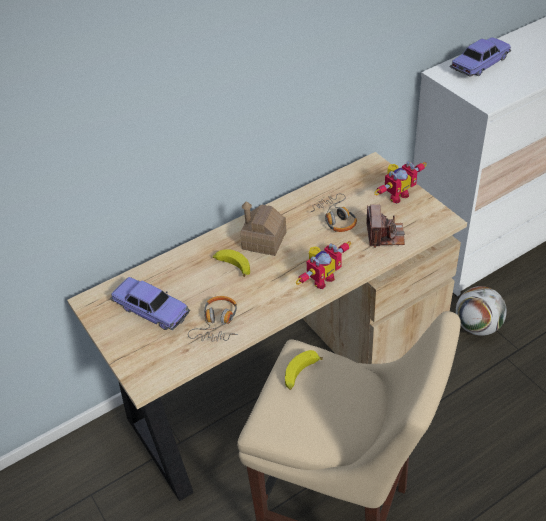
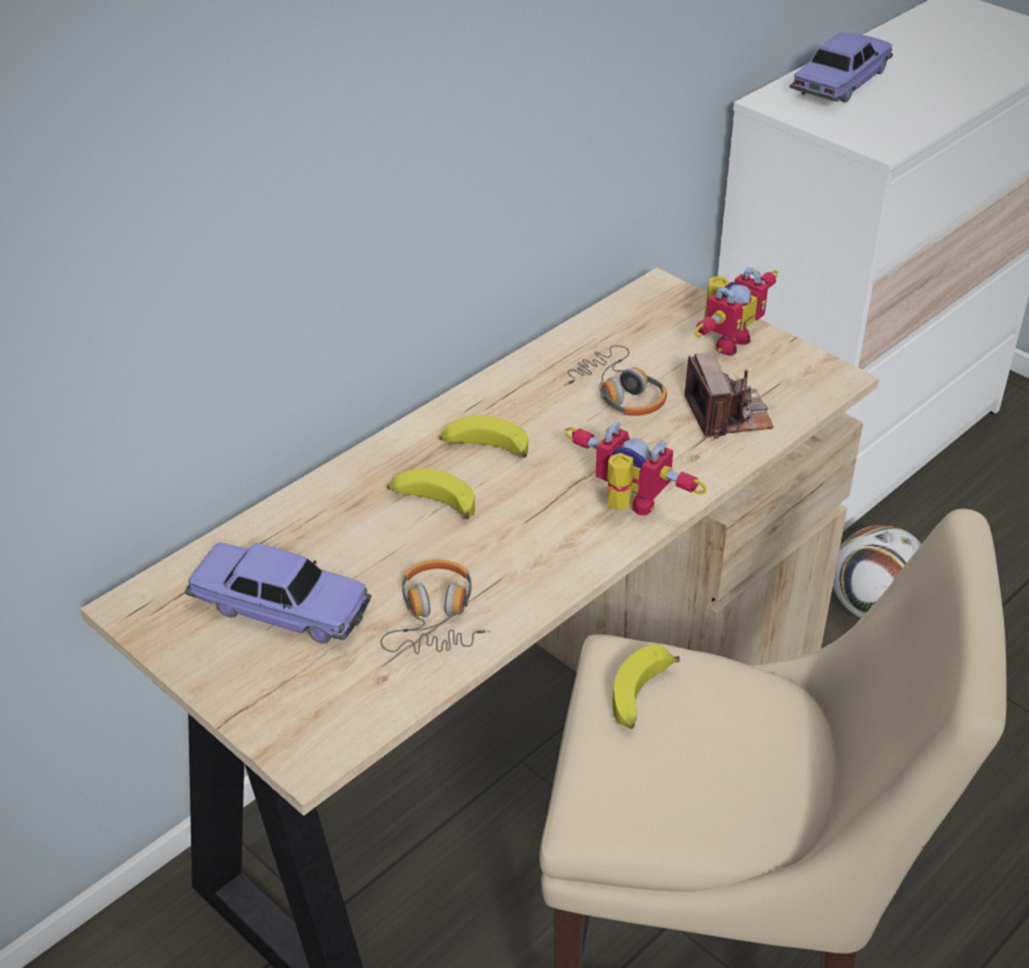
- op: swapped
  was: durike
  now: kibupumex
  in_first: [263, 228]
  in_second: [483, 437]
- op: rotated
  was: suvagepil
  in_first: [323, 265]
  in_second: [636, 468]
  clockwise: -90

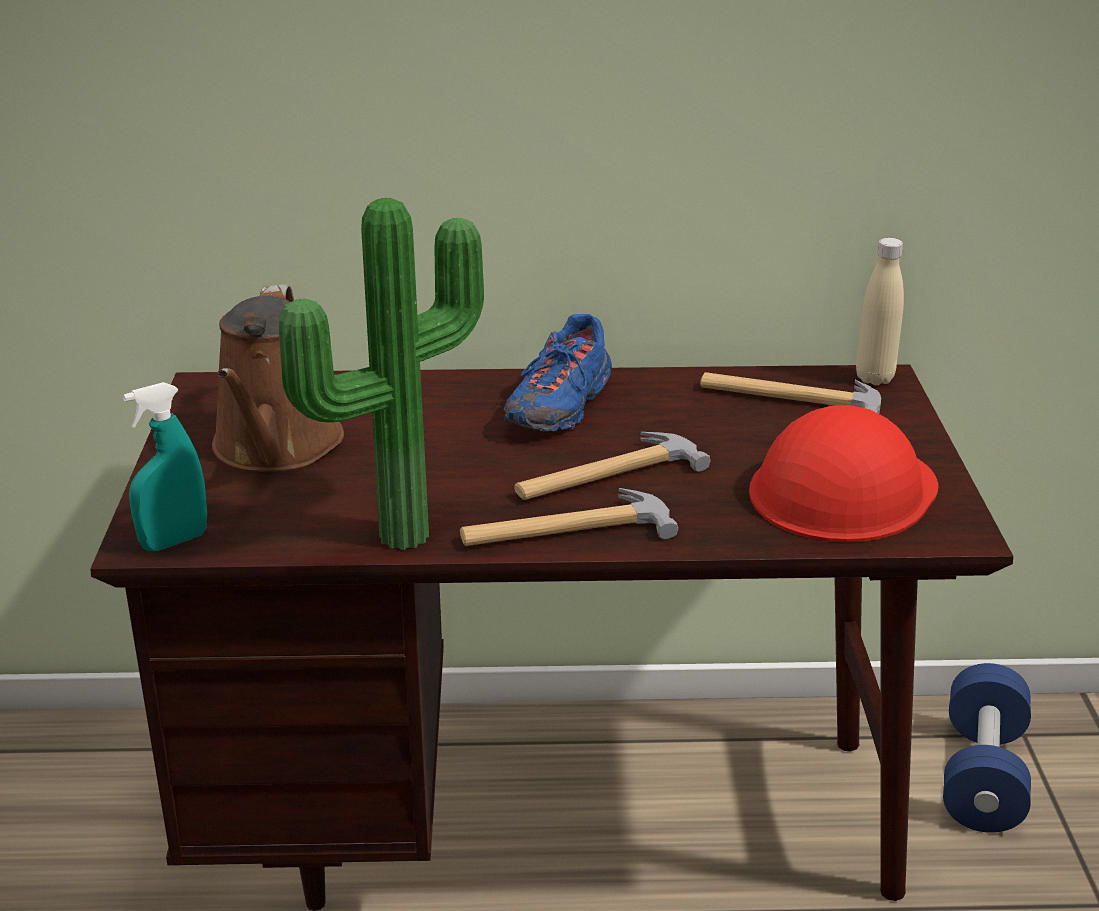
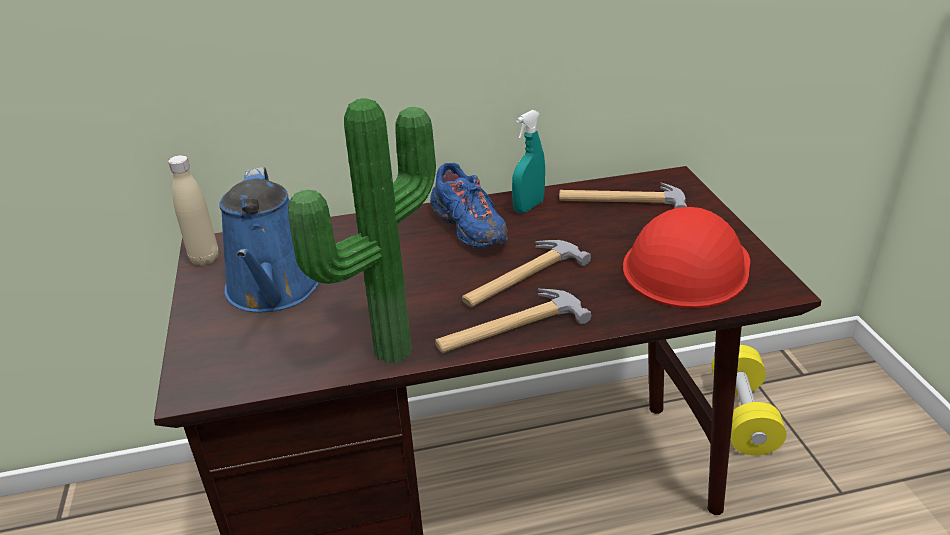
- op: shifted
  was: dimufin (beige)
  in_first: [880, 311]
  in_second: [193, 210]
- op: repainted
  was: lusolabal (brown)
  now: lusolabal (blue)
  in_first: [278, 378]
  in_second: [269, 239]
- op: rotated
  was: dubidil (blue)
  in_first: [558, 373]
  in_second: [469, 206]
  clockwise: -45
- op: shifted
  was: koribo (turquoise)
  in_first: [165, 466]
  in_second: [528, 161]
- op: repainted
  was: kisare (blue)
  now: kisare (yellow)
  in_first: [987, 748]
  in_second: [749, 400]

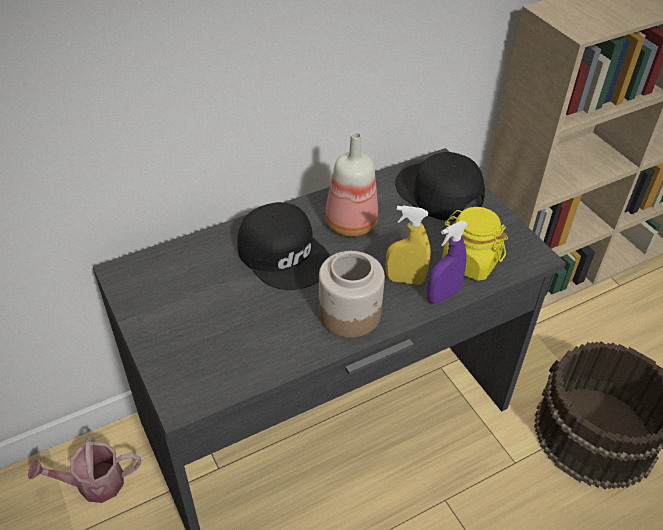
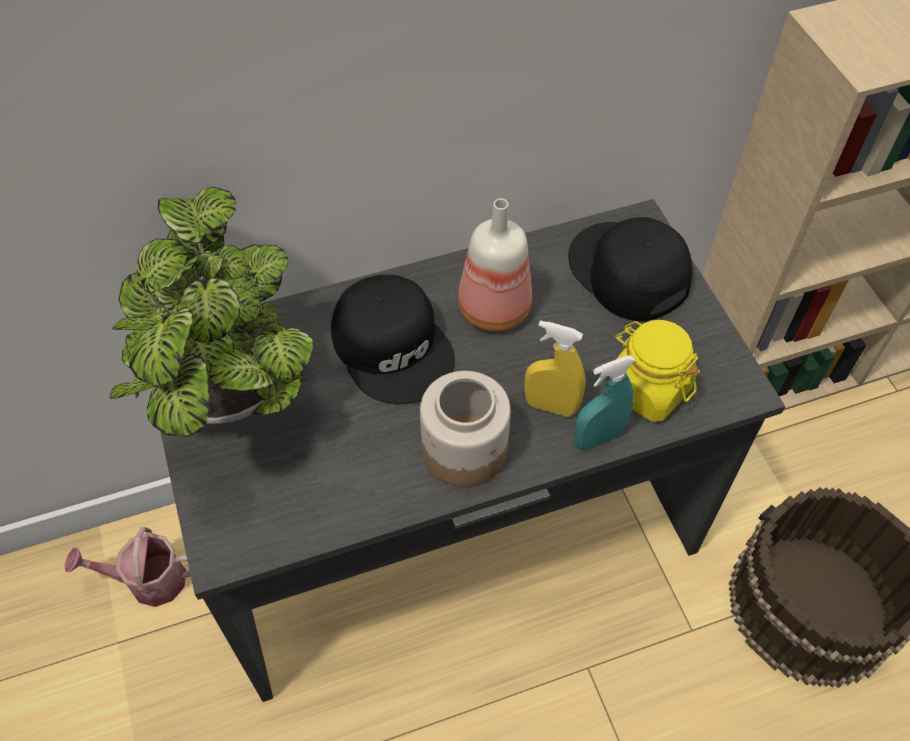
- op: new
  now: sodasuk
  in_second: [212, 312]
- op: repainted
  was: koribo (purple)
  now: koribo (turquoise)
  in_first: [447, 262]
  in_second: [604, 402]

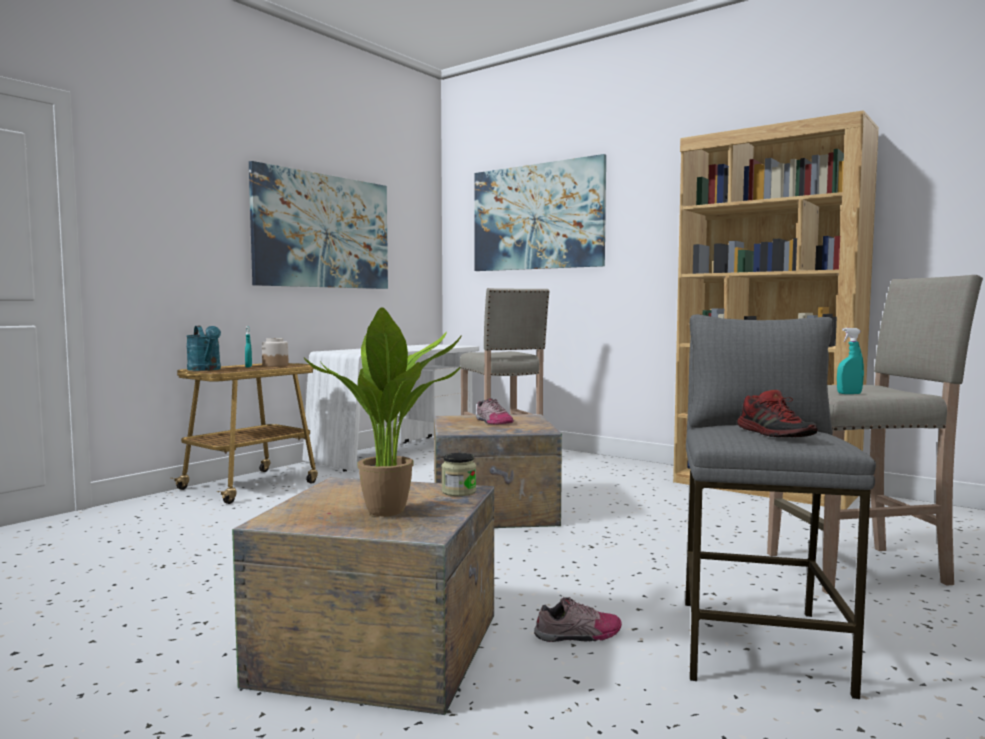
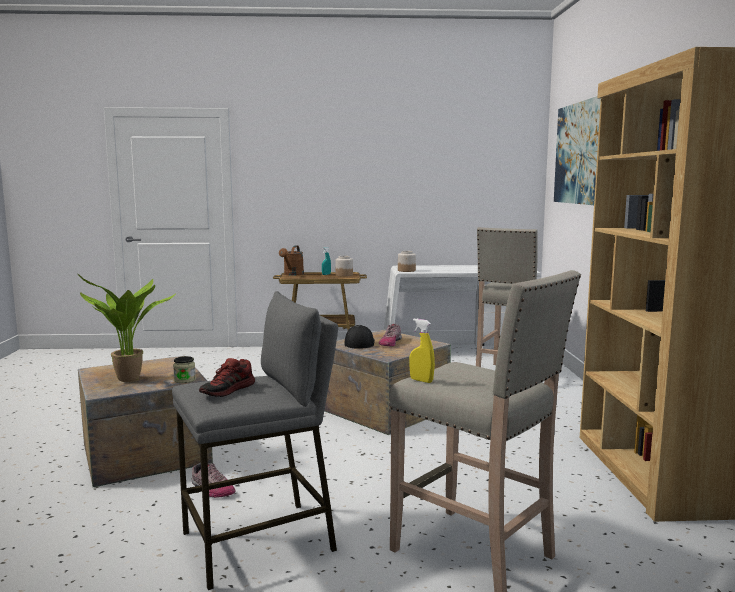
- op: repainted
  was: lusolabal (turquoise)
  now: lusolabal (brown)
  in_first: [203, 348]
  in_second: [291, 260]
- op: new
  now: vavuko
  in_second: [360, 337]
- op: new
  now: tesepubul
  in_second: [407, 261]
- op: repainted
  was: koribo (turquoise)
  now: koribo (yellow)
  in_first: [850, 361]
  in_second: [422, 351]
- op: gone
  was: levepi
  in_first: [318, 225]

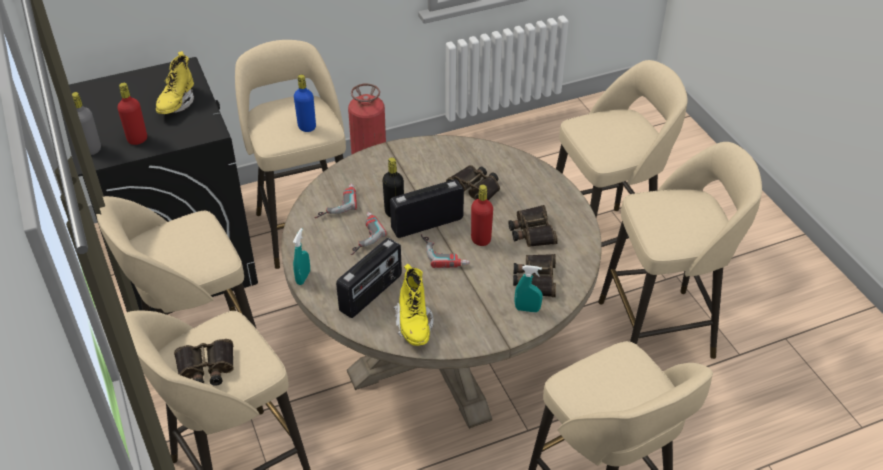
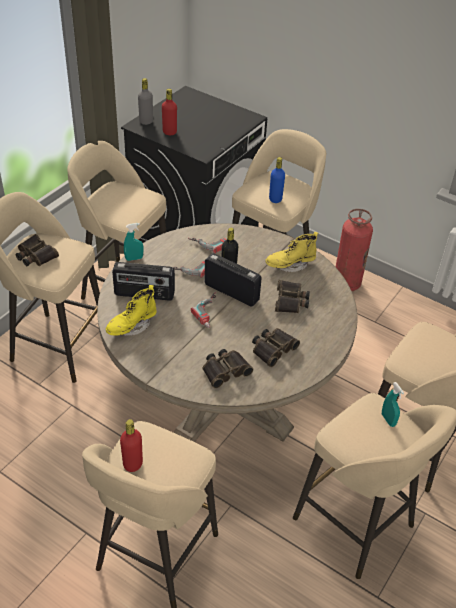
- op: shifted
  was: dimufin (red)
  in_first: [482, 215]
  in_second: [131, 445]
- op: shifted
  was: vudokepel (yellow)
  in_first: [175, 82]
  in_second: [291, 252]
- op: shifted
  was: koribo (turquoise)
  in_first: [529, 288]
  in_second: [393, 404]

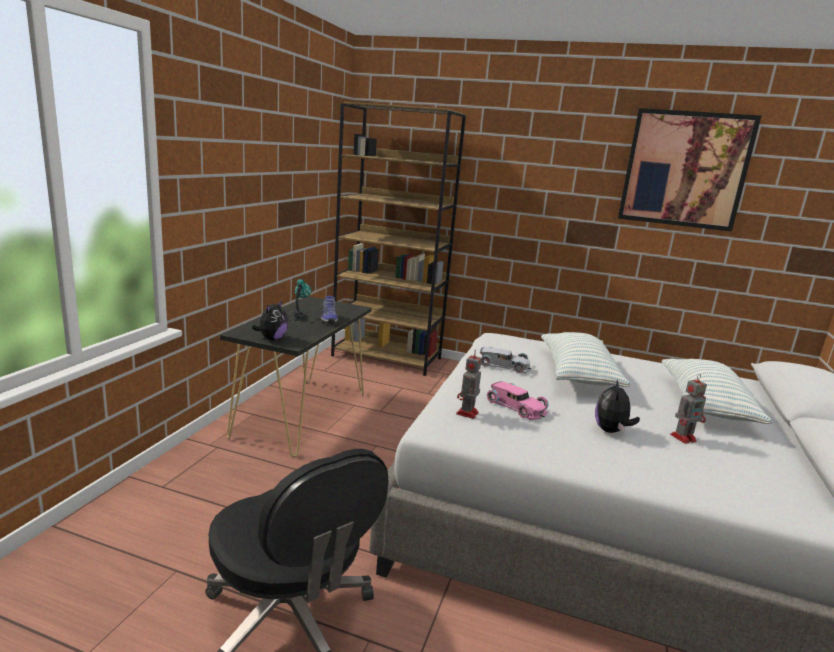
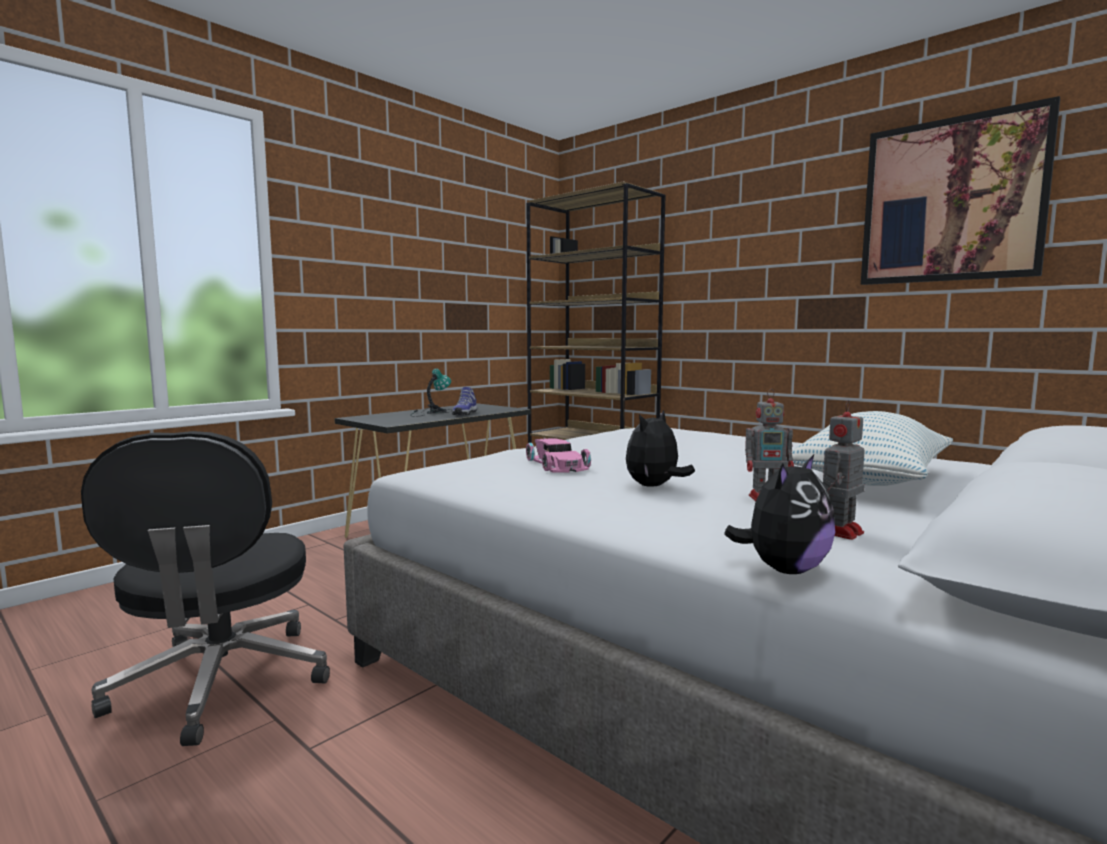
- op: shifted
  was: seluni
  in_first: [270, 320]
  in_second: [779, 514]
- op: shifted
  was: suvagepil
  in_first: [469, 384]
  in_second: [843, 470]
- op: gone
  was: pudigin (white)
  in_first: [505, 360]
- op: gone
  was: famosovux
  in_first: [586, 359]

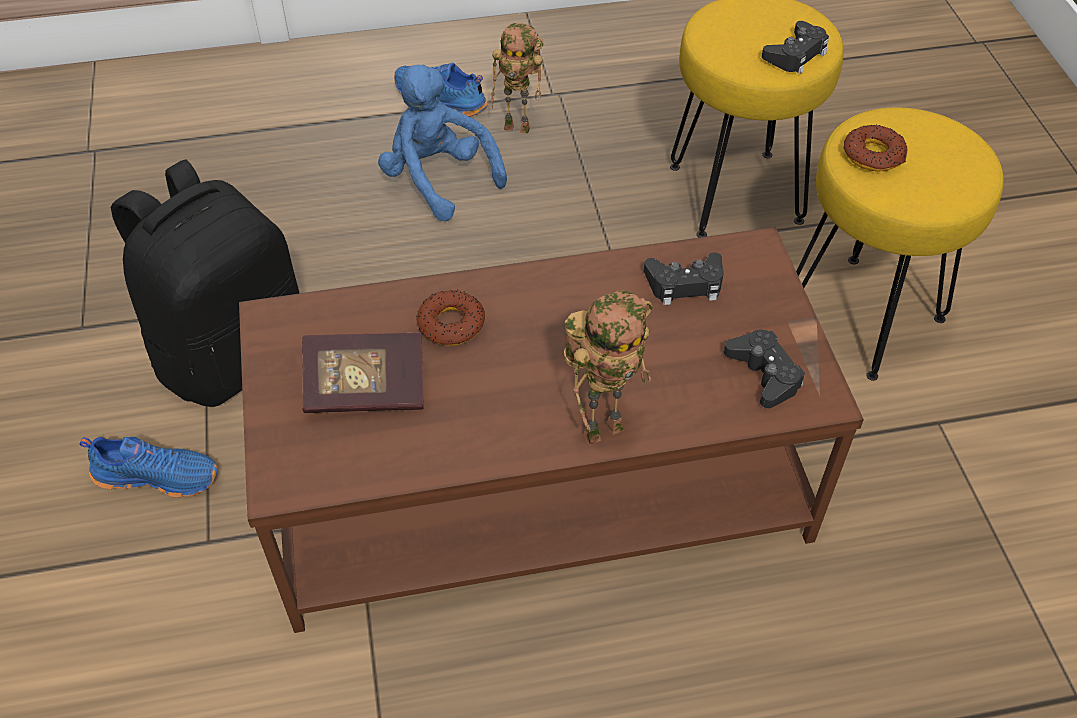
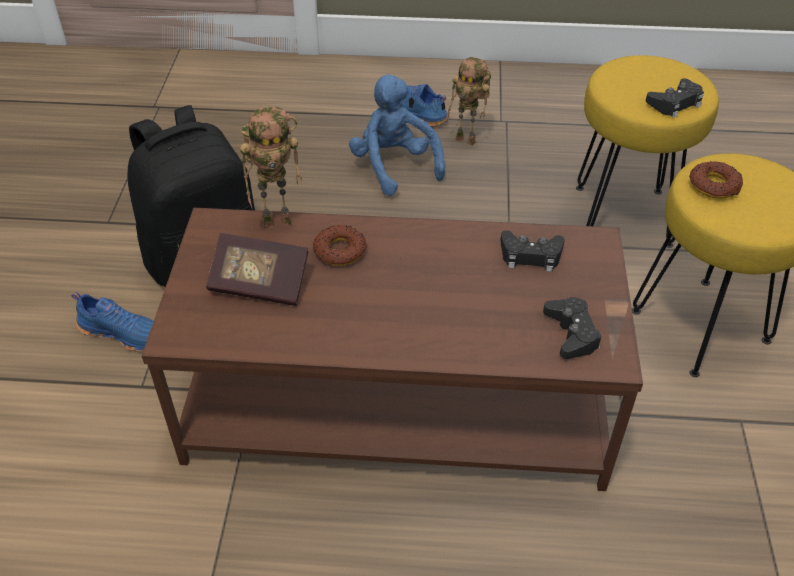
- op: shifted
  was: suvagepil
  in_first: [608, 368]
  in_second: [271, 168]

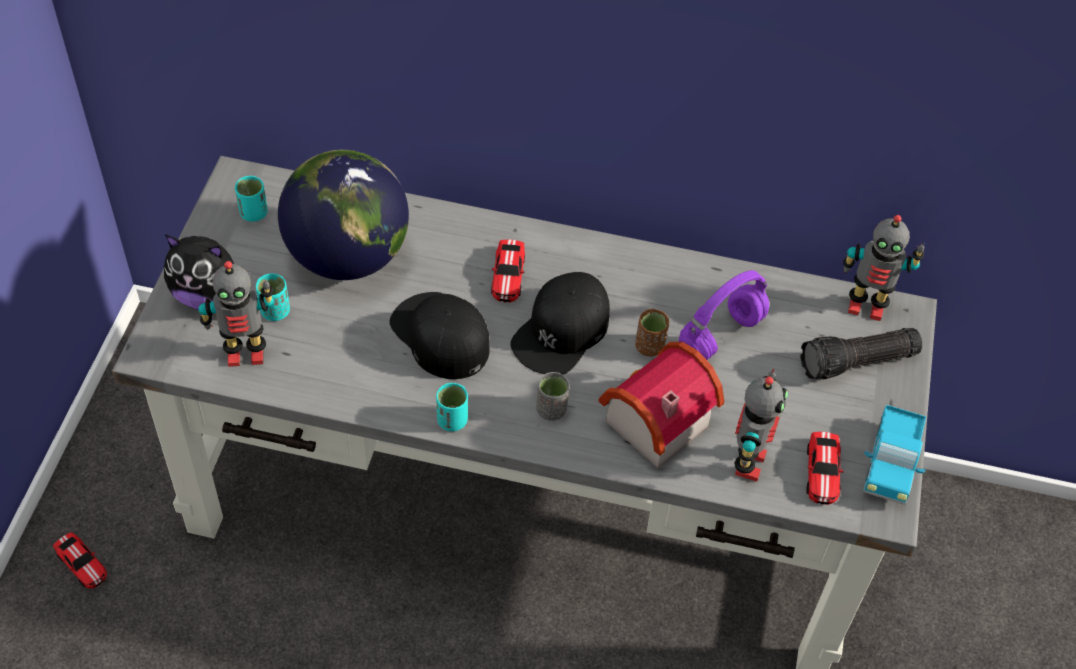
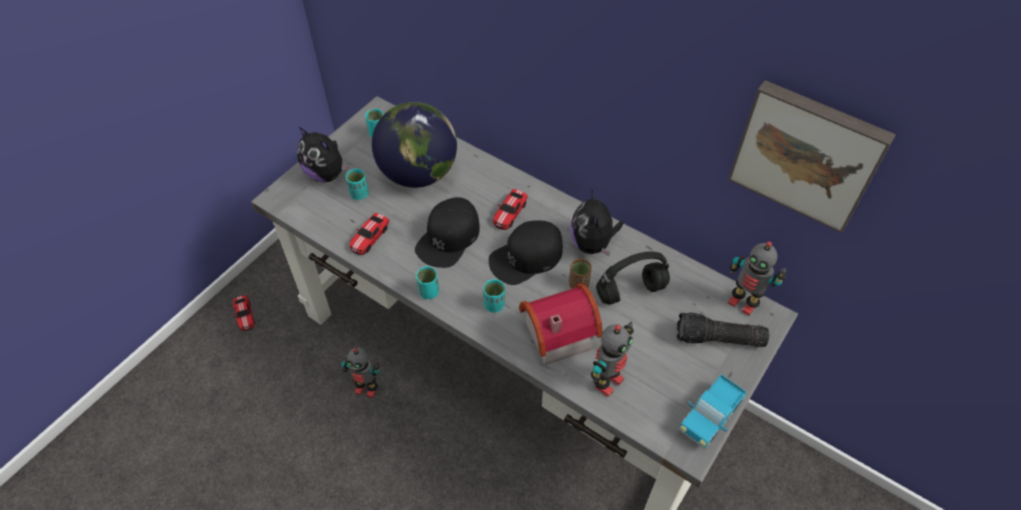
- op: shifted
  was: suvagepil
  in_first: [236, 314]
  in_second: [360, 372]
- op: shifted
  was: pudigin
  in_first: [825, 468]
  in_second: [369, 234]
- op: rotated
  was: vavuko (black)
  in_first: [439, 335]
  in_second: [447, 232]
  clockwise: -135
- op: repainted
  was: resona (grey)
  now: resona (turquoise)
  in_first: [553, 396]
  in_second: [494, 296]
- op: new
  now: seluni
  in_second: [597, 223]
- op: repainted
  was: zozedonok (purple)
  now: zozedonok (black)
  in_first: [724, 315]
  in_second: [633, 278]
- op: new
  now: levepi
  in_second: [812, 156]

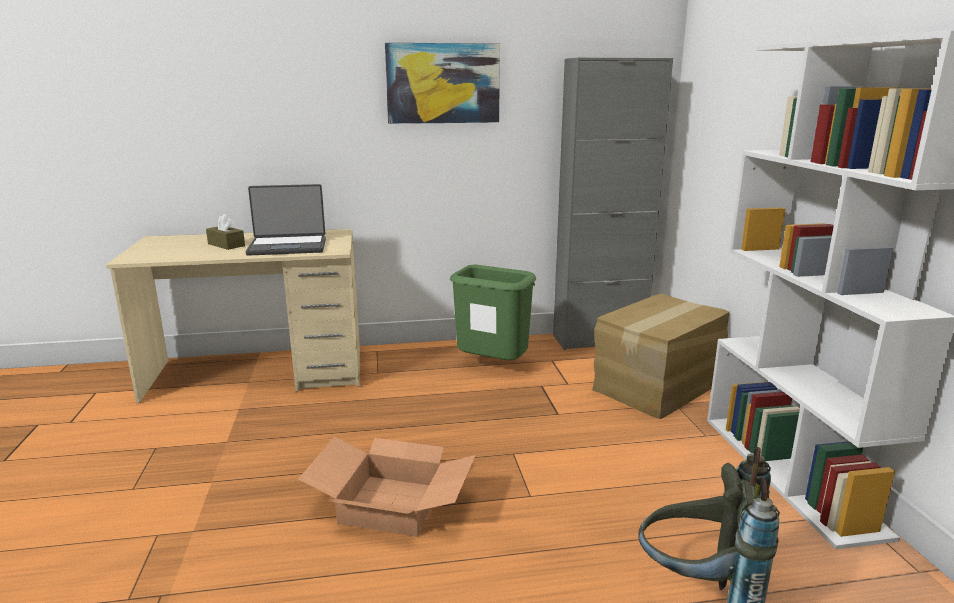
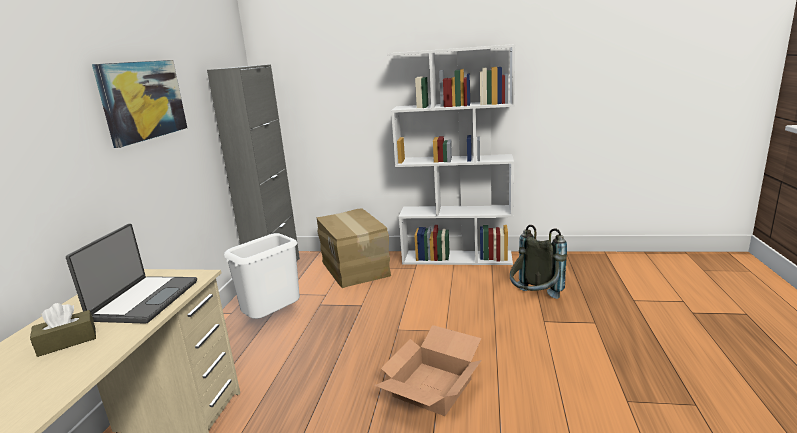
- op: repainted
  was: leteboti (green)
  now: leteboti (white)
  in_first: [493, 312]
  in_second: [262, 276]

